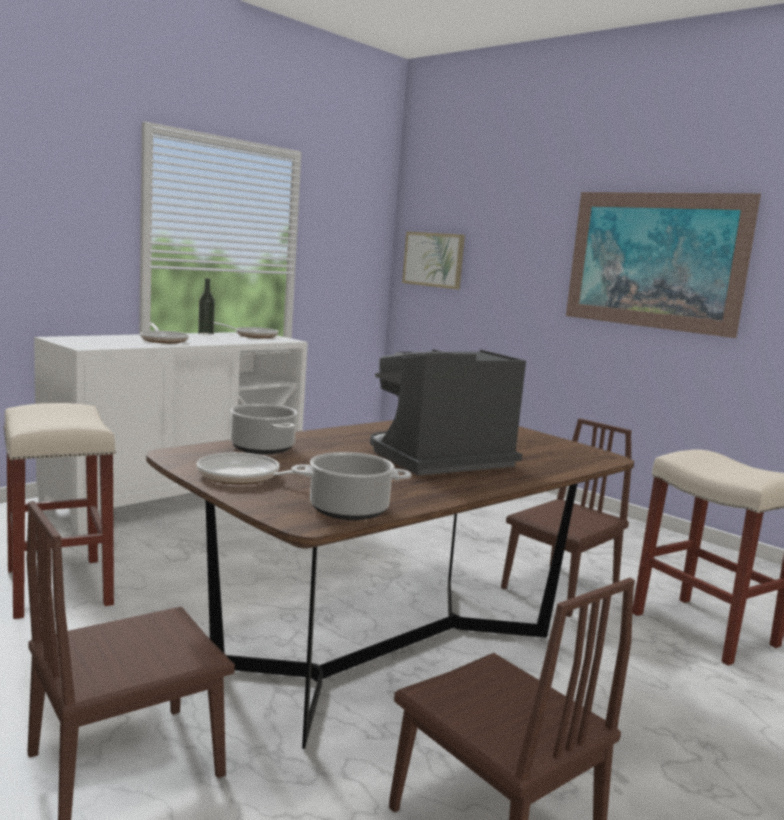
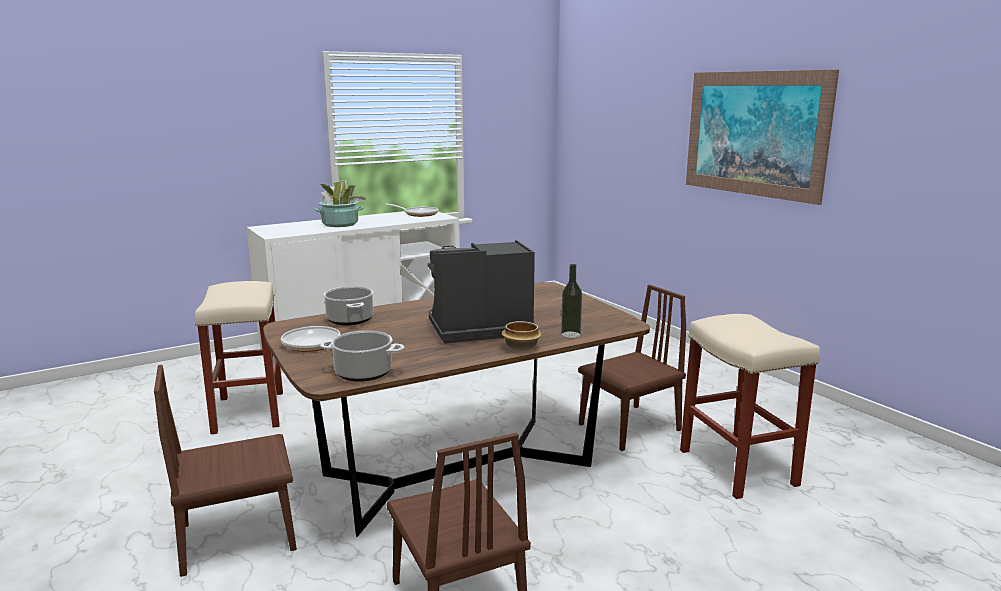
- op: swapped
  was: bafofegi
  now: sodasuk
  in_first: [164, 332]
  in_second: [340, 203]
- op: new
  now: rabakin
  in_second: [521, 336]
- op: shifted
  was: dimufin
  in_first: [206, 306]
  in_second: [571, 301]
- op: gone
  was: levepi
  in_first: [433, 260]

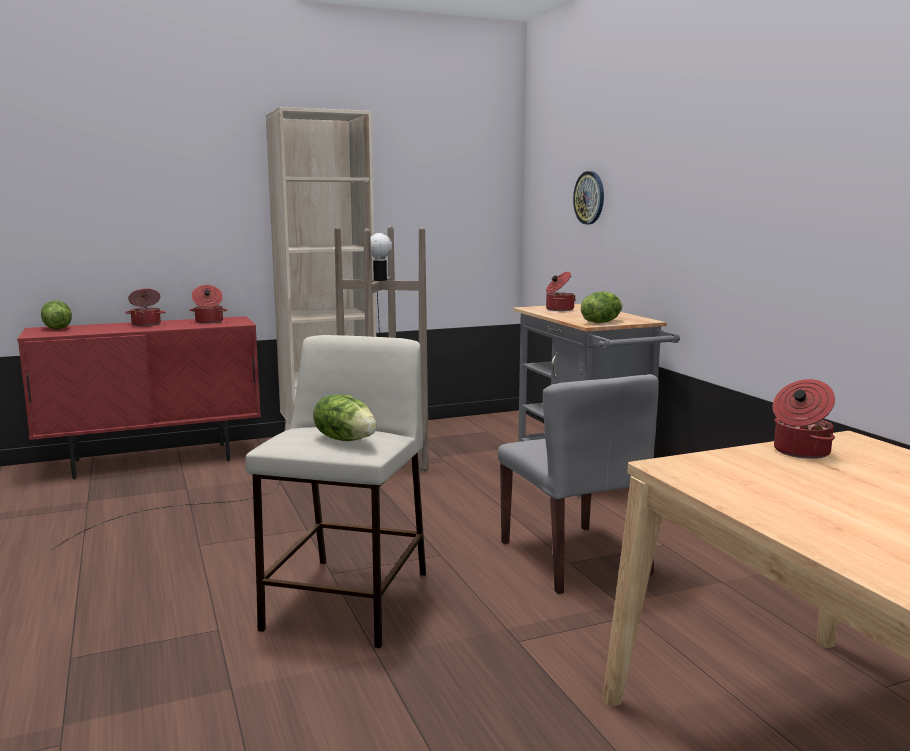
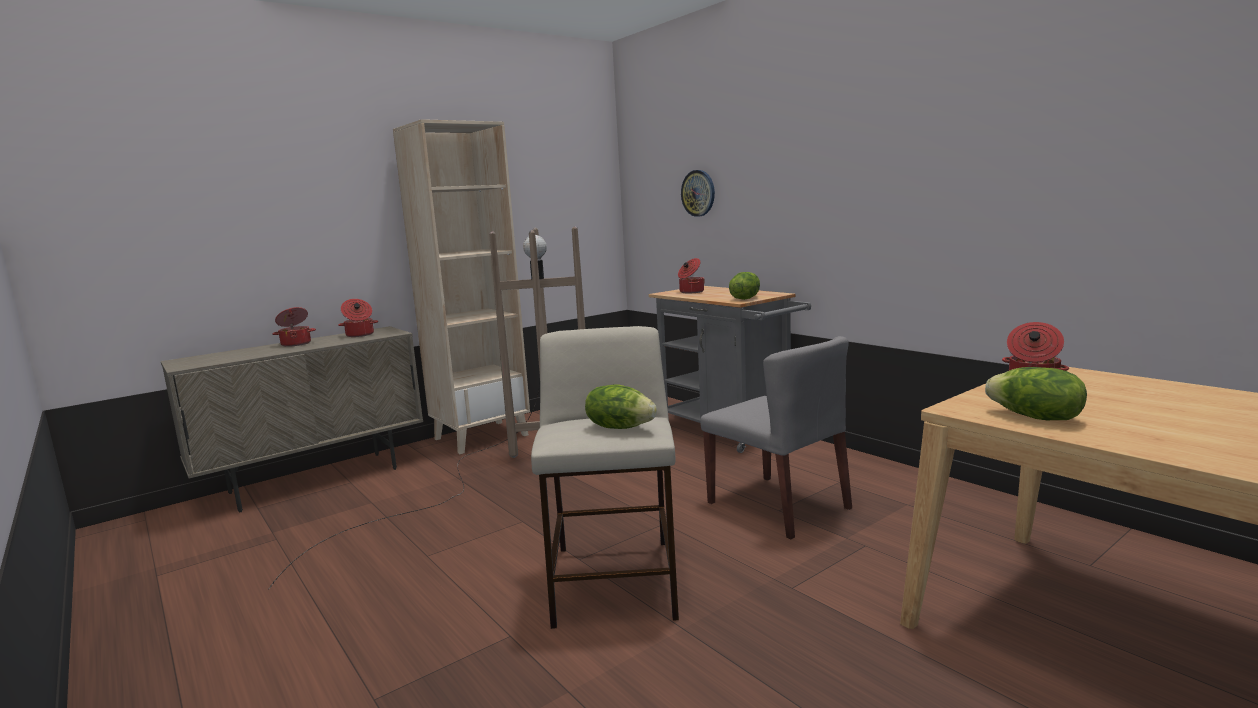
- op: repainted
  was: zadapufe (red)
  now: zadapufe (beige)
  in_first: [139, 397]
  in_second: [292, 419]
- op: shifted
  was: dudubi
  in_first: [56, 314]
  in_second: [1036, 393]

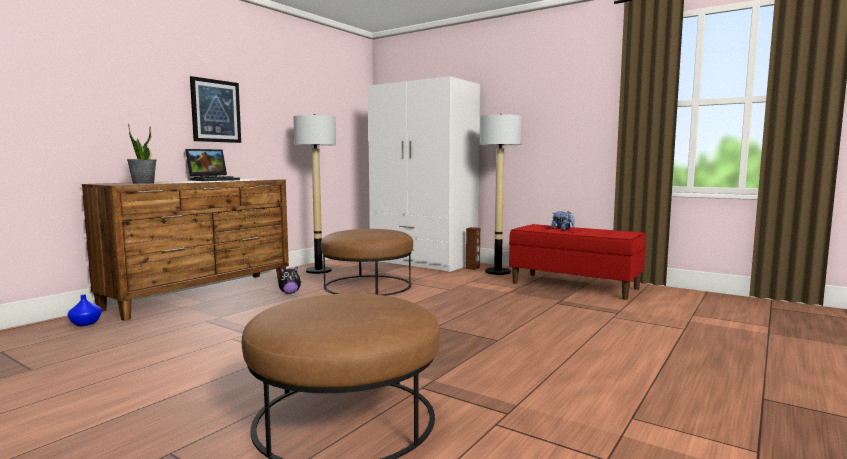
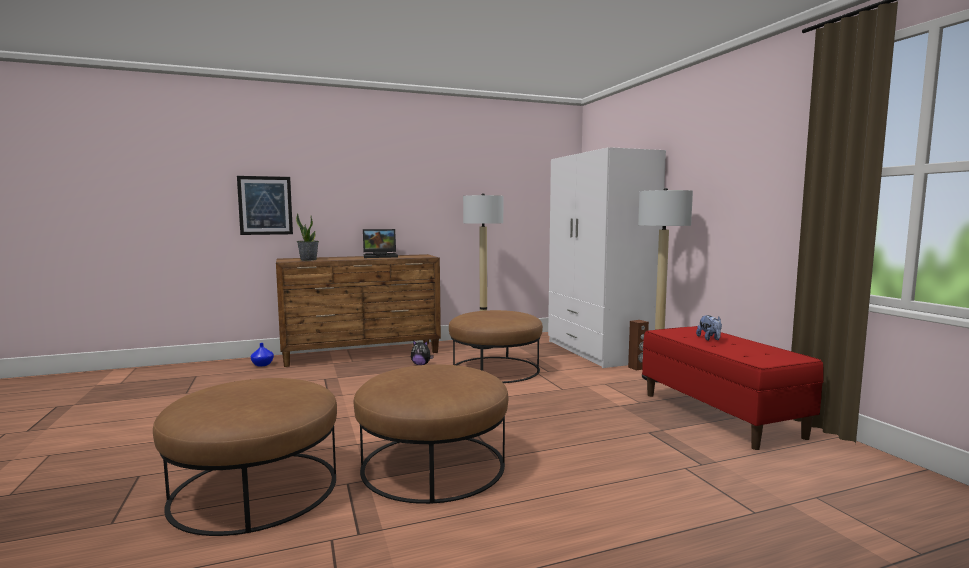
- op: shifted
  was: levepi
  in_first: [215, 109]
  in_second: [265, 205]
- op: new
  now: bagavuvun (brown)
  in_second: [431, 434]

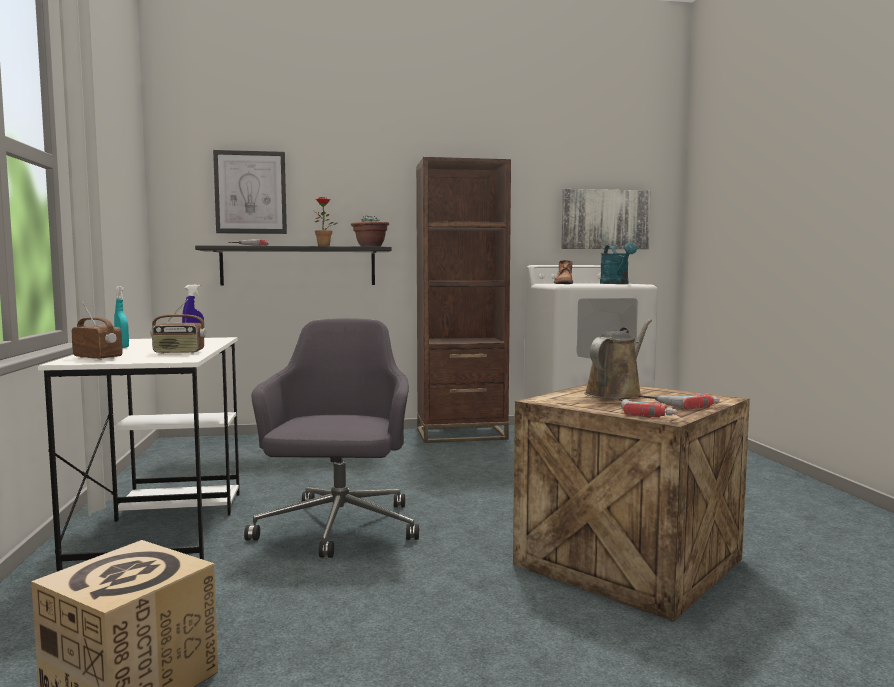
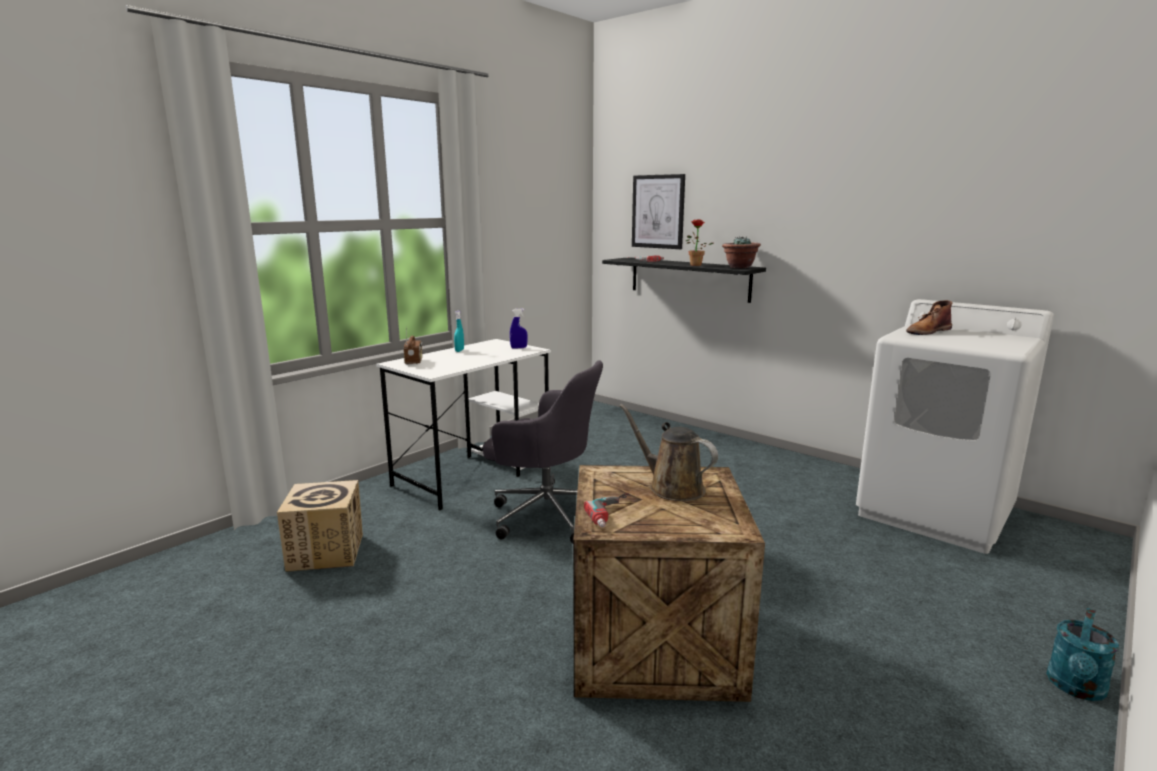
- op: rotated
  was: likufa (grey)
  in_first: [331, 438]
  in_second: [543, 452]
  clockwise: 60
- op: rotated
  was: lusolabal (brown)
  in_first: [618, 359]
  in_second: [668, 452]
  clockwise: -135
- op: shifted
  was: lusolabal (turquoise)
  in_first: [618, 263]
  in_second: [1082, 654]
- op: gone
  was: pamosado
  in_first: [178, 326]
- op: gone
  was: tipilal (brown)
  in_first: [463, 300]
- op: gone
  was: levepi
  in_first: [606, 219]
- op: gone
  was: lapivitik
  in_first: [679, 402]

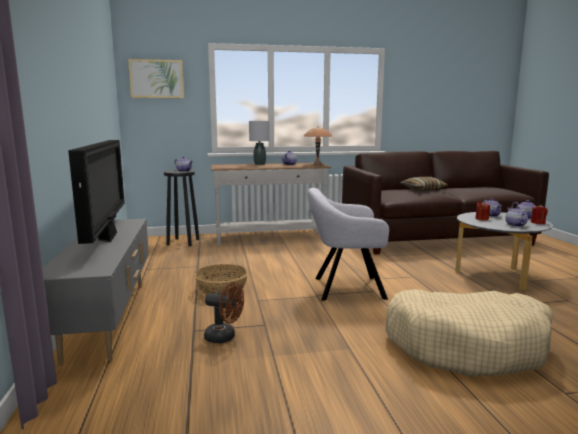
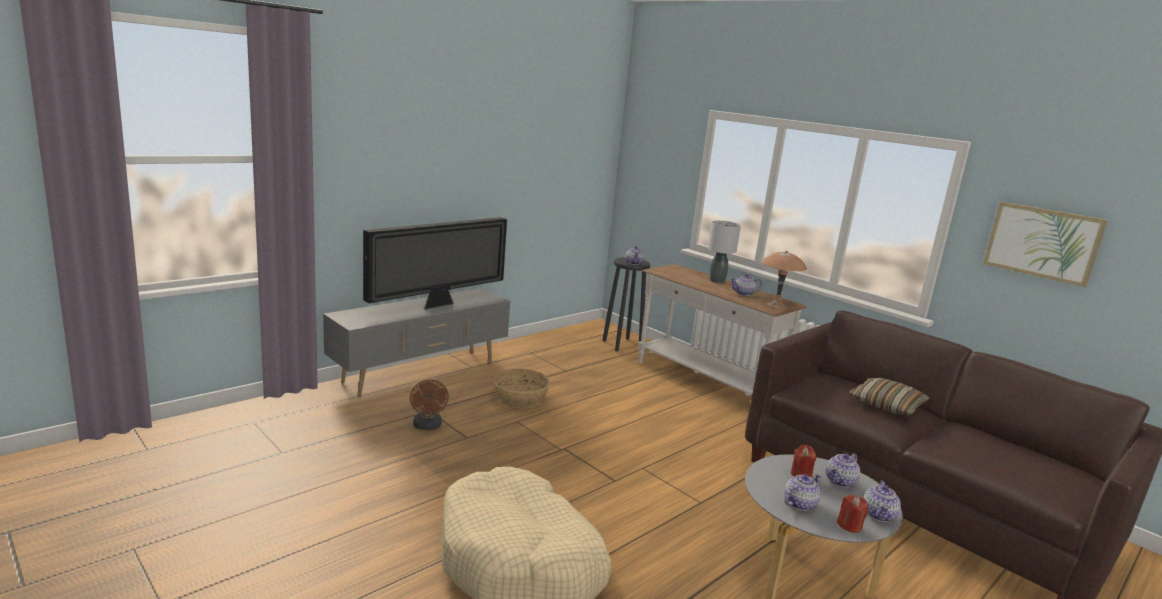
- op: shifted
  was: levepi
  in_first: [156, 78]
  in_second: [1045, 244]
- op: gone
  was: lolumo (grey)
  in_first: [348, 244]

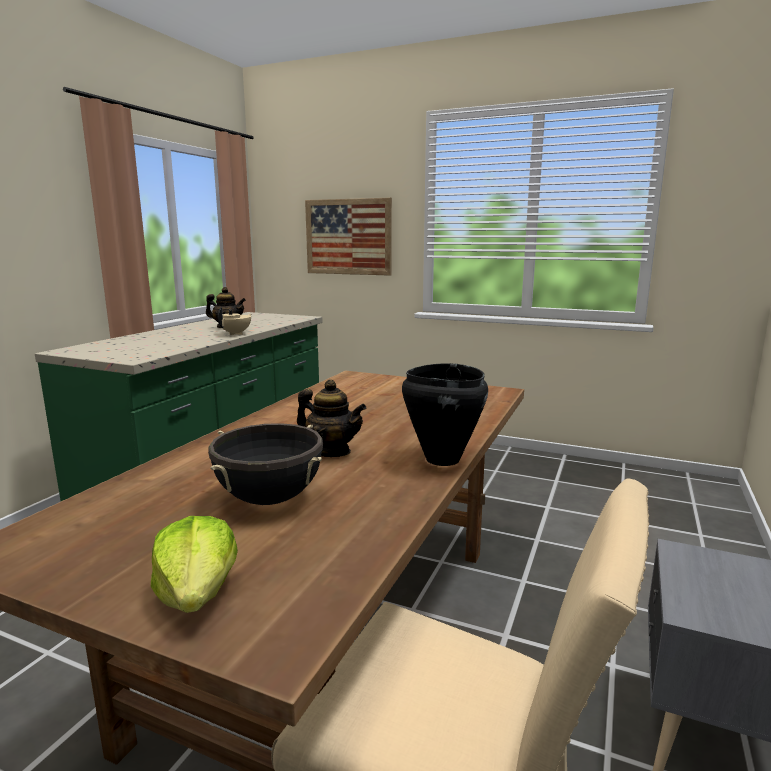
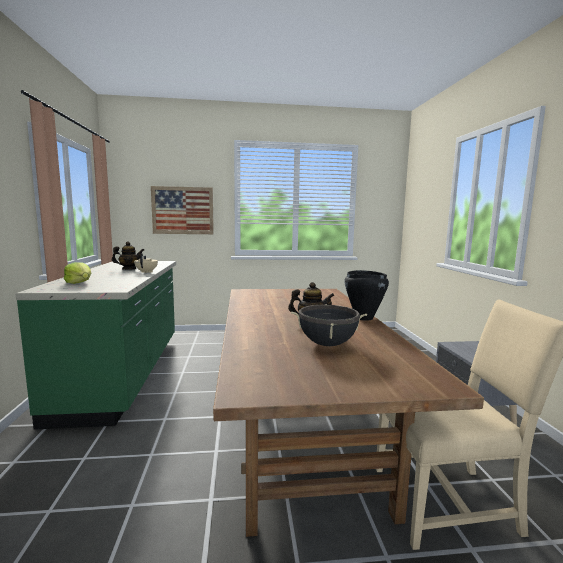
- op: shifted
  was: dudubi
  in_first: [194, 564]
  in_second: [77, 273]

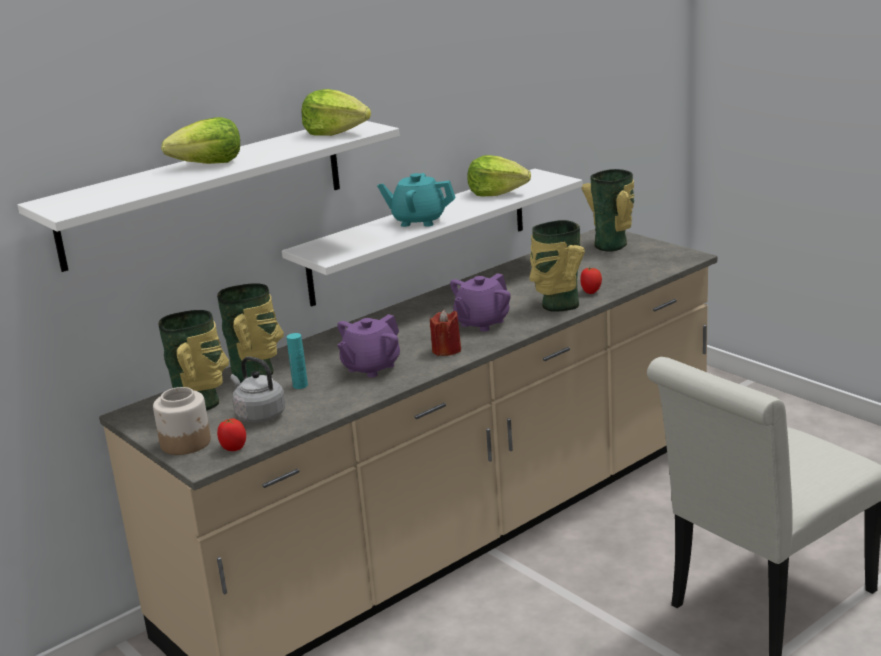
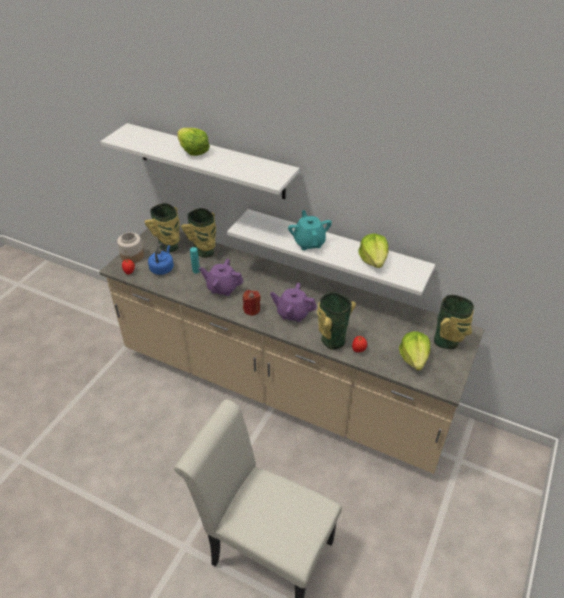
- op: repainted
  was: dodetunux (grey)
  now: dodetunux (blue)
  in_first: [257, 389]
  in_second: [161, 259]
- op: shifted
  was: dudubi
  in_first: [336, 112]
  in_second: [414, 350]

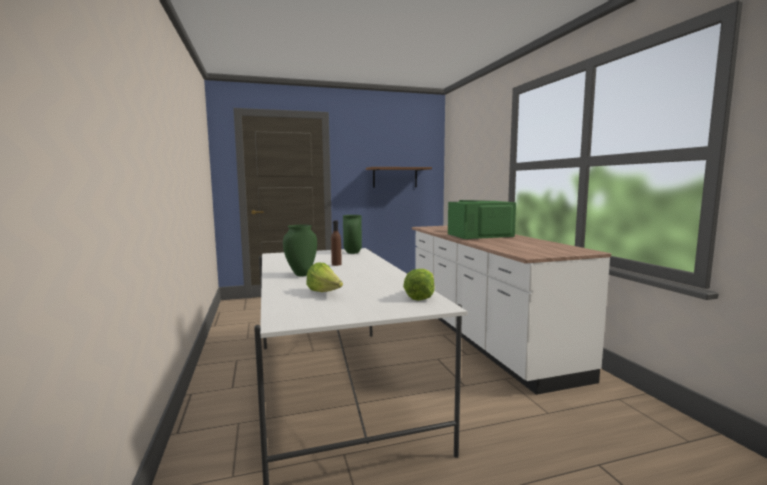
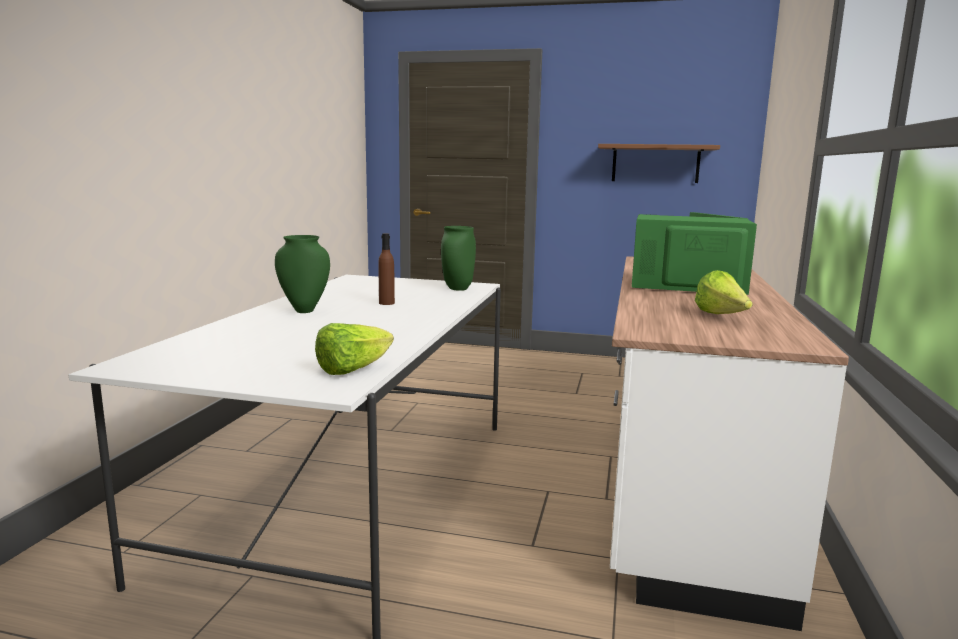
- op: shifted
  was: dudubi
  in_first: [324, 277]
  in_second: [724, 292]

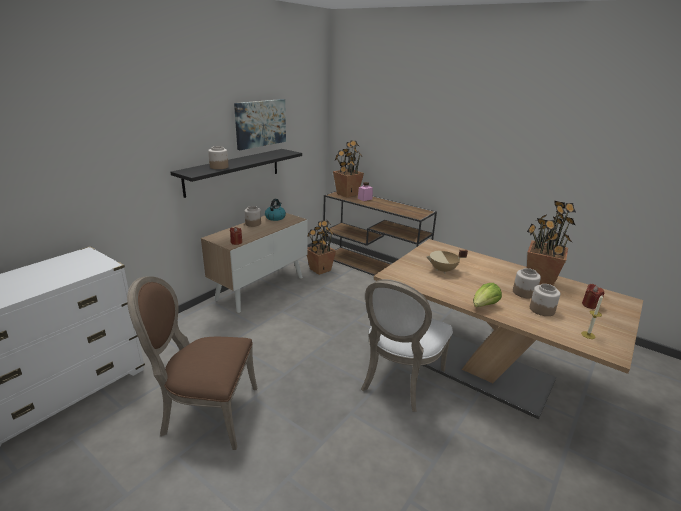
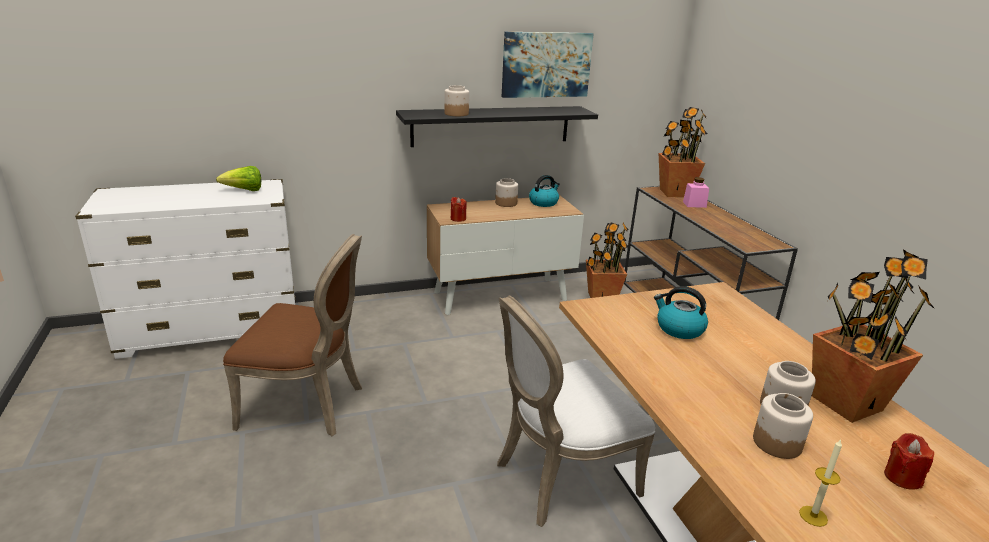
- op: shifted
  was: dudubi
  in_first: [487, 295]
  in_second: [238, 178]
- op: rotated
  was: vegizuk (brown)
  in_first: [192, 363]
  in_second: [292, 335]
  clockwise: 150
- op: swapped
  was: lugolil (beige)
  now: dodetunux
  in_first: [447, 262]
  in_second: [681, 312]

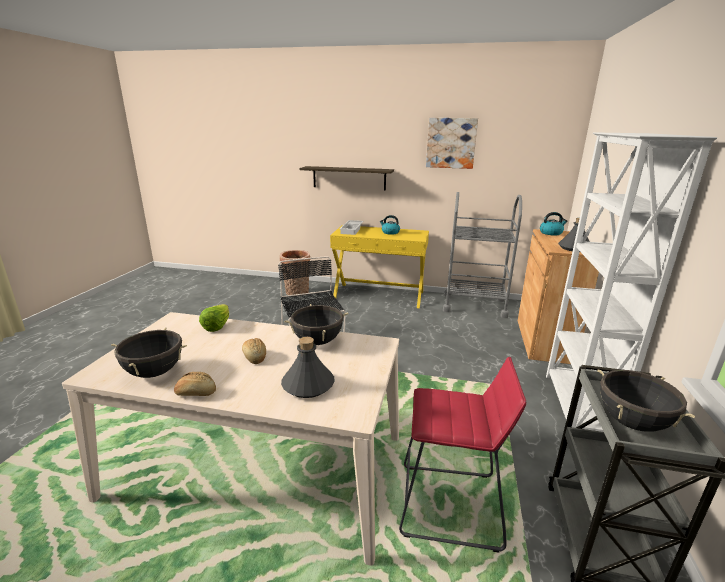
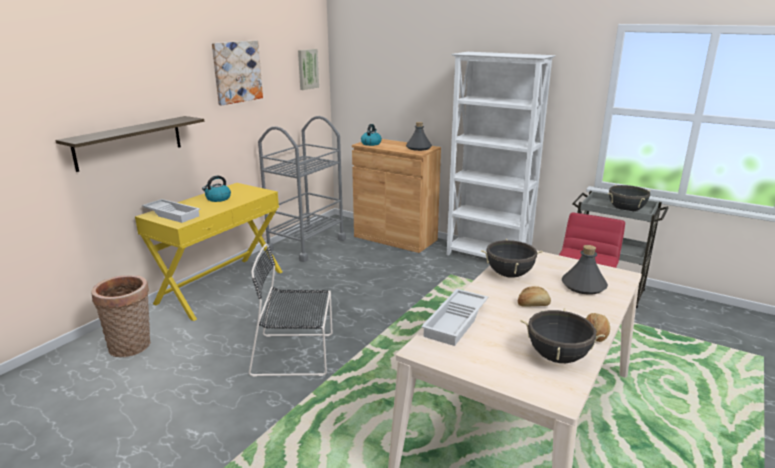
- op: new
  now: levepi
  in_second: [308, 69]
- op: swapped
  was: dudubi
  now: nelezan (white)
  in_first: [214, 318]
  in_second: [454, 317]

